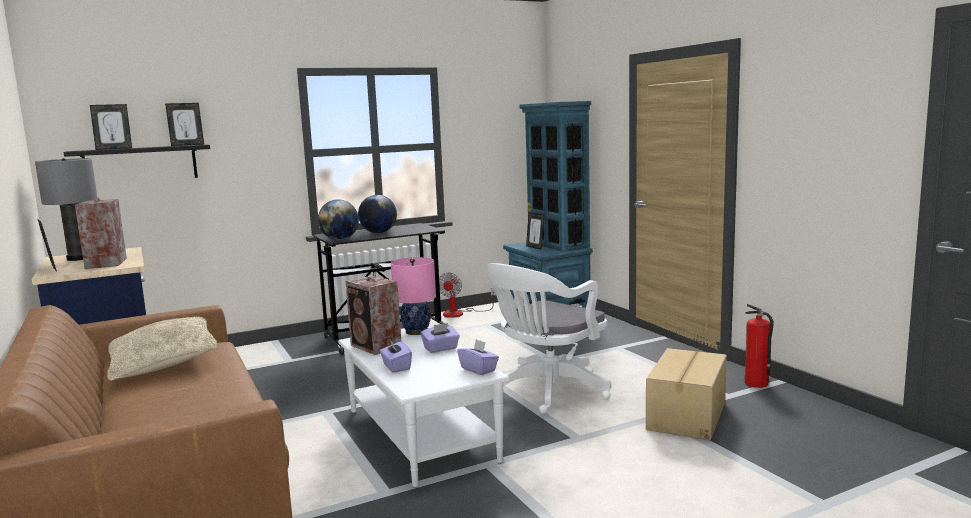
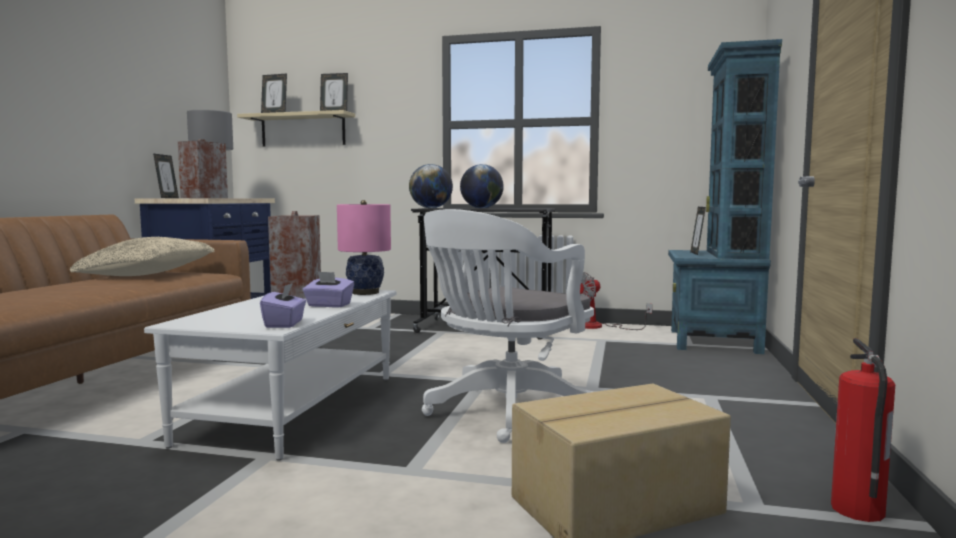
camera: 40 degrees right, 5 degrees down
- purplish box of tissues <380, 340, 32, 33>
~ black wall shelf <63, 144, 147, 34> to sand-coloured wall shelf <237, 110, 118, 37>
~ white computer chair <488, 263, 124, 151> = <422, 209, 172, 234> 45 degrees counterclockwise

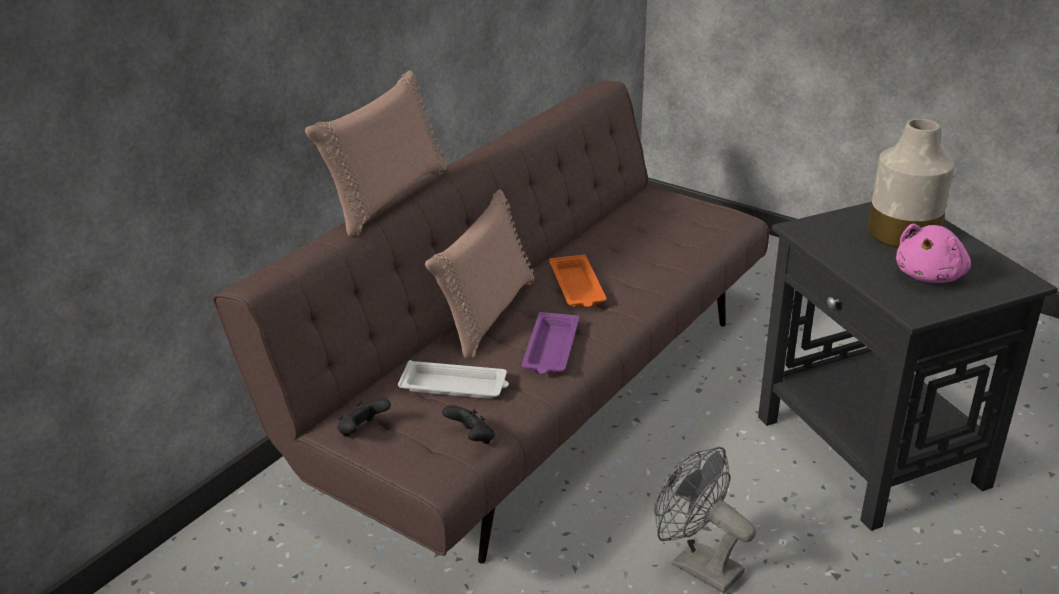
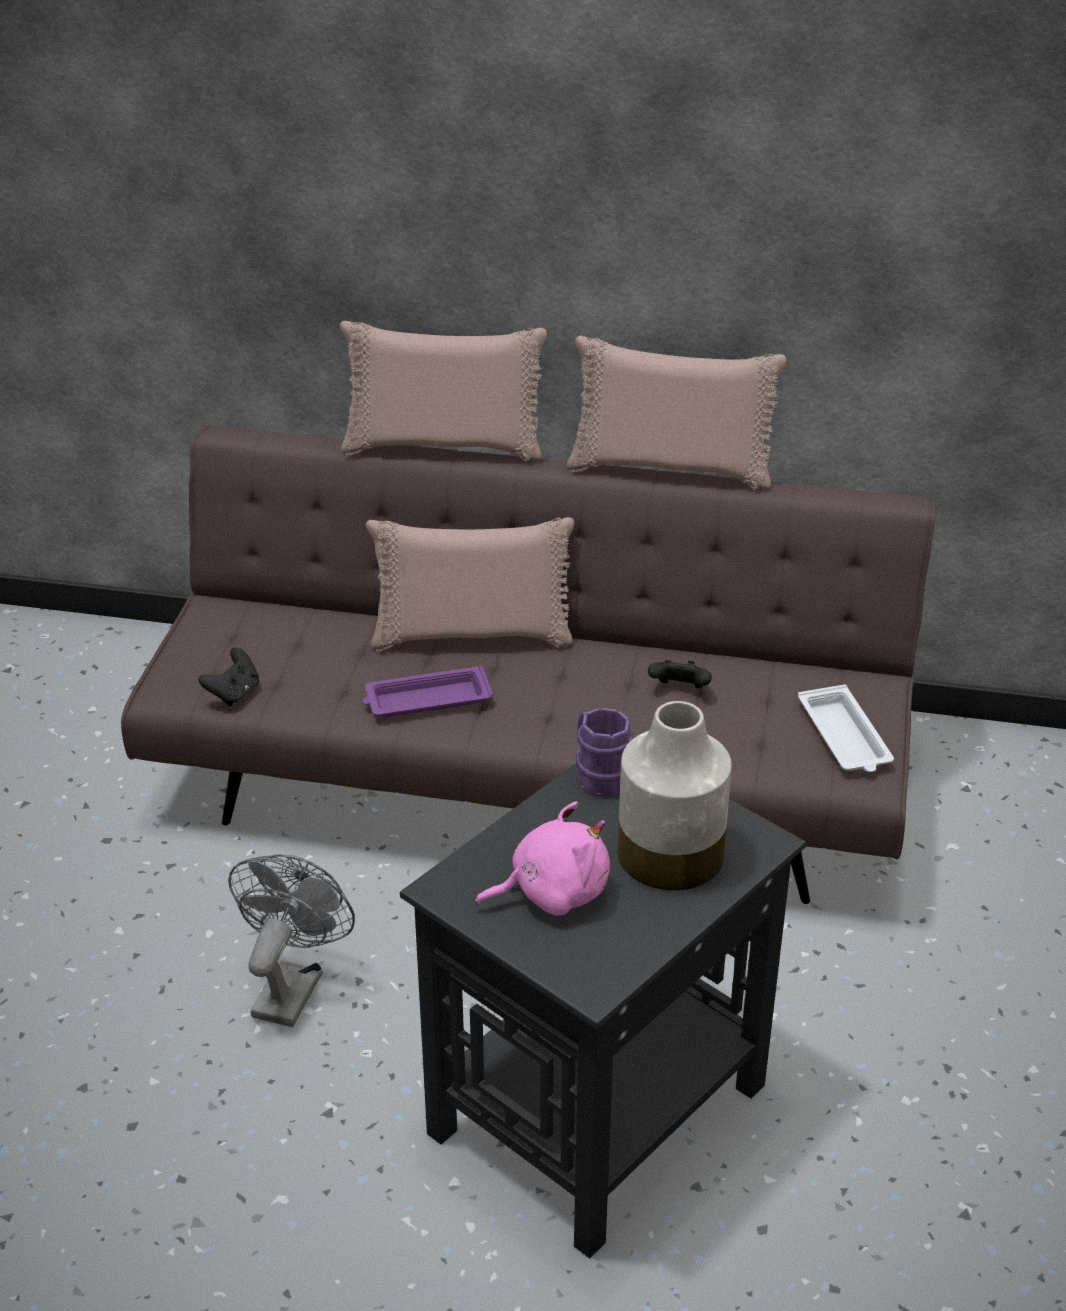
camera: 65 degrees right, 5 degrees up
- orange-coloured serving tray <549, 255, 58, 52>
+ sand-coloured cushion <566, 336, 221, 155>
+ purplish coffee mug <576, 708, 57, 89>
~ black gamepad <337, 398, 54, 39> to <648, 660, 64, 28>
~ white serving tray <398, 360, 111, 39> to <798, 685, 96, 87>
~ pinkish soft toy <896, 224, 75, 59> = <475, 802, 135, 114> 150 degrees clockwise

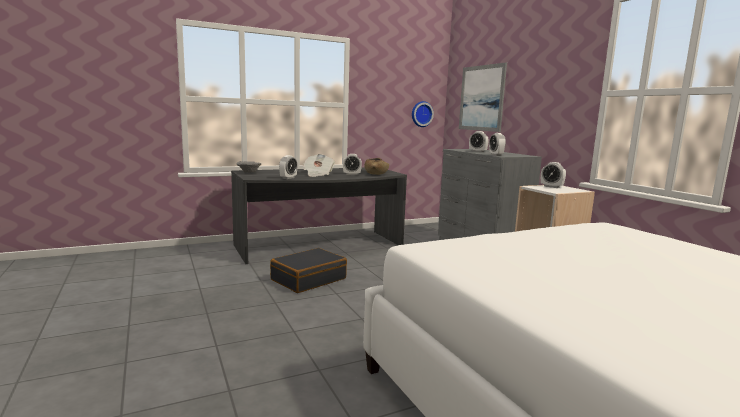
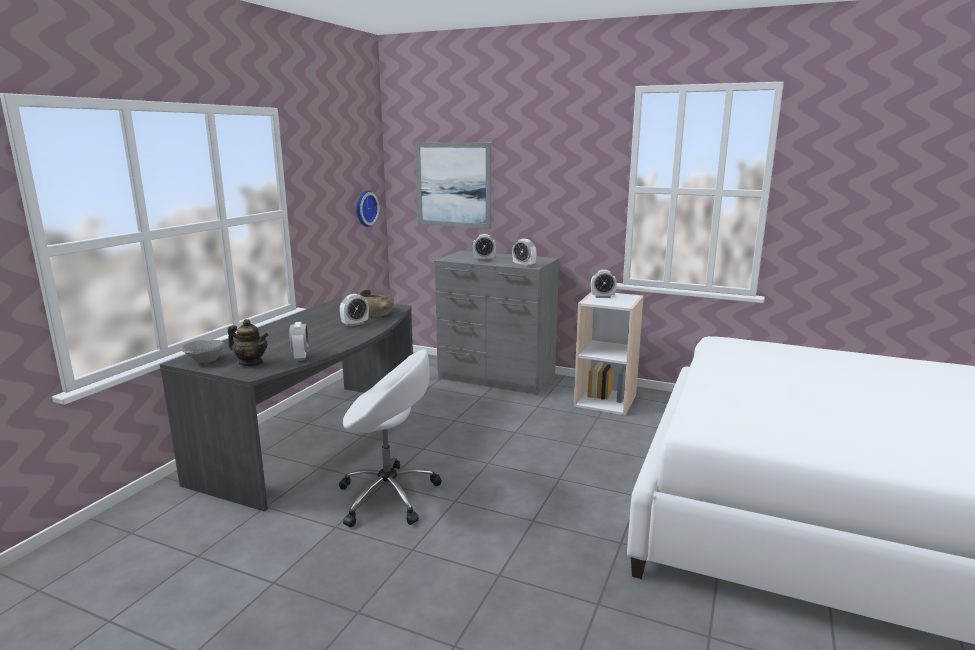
camera: 40 degrees left, 5 degrees up
- newspaper <303, 154, 32, 23>
+ teapot <228, 319, 41, 47>
~ black travel case <270, 248, 77, 45> to white computer chair <339, 349, 103, 178>

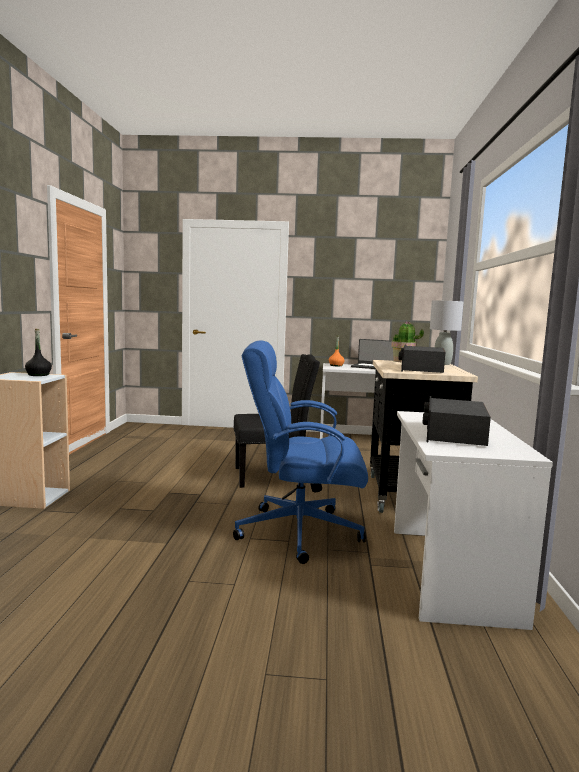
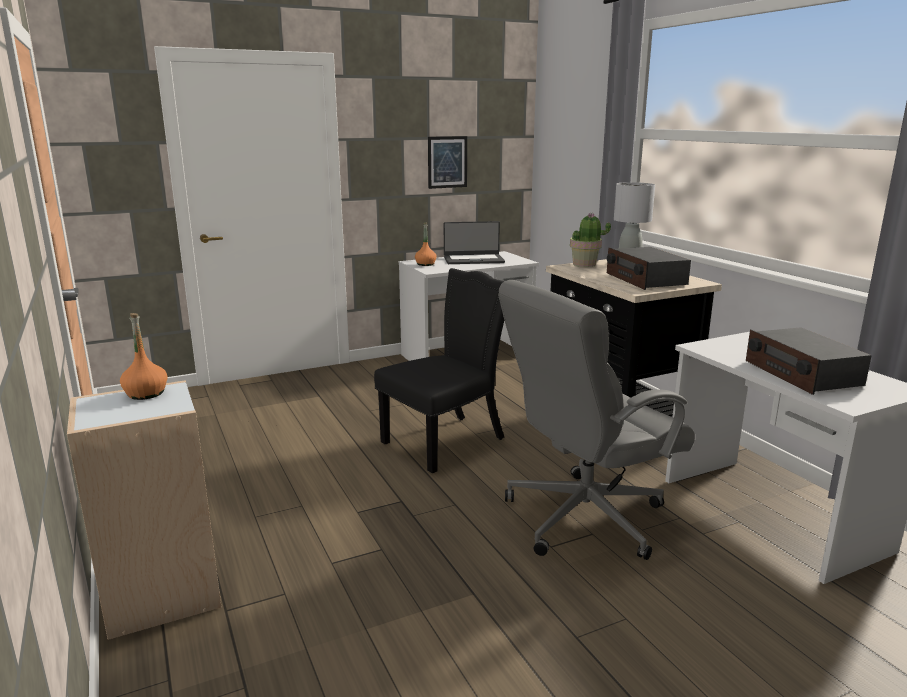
camera: 30 degrees left, 10 degrees up
+ wall art <428, 136, 39, 53>
~ black drink bottle <25, 329, 27, 47> to orange-coloured drink bottle <120, 313, 48, 87>
~ blue computer chair <233, 340, 135, 224> to greyish computer chair <498, 280, 197, 280>

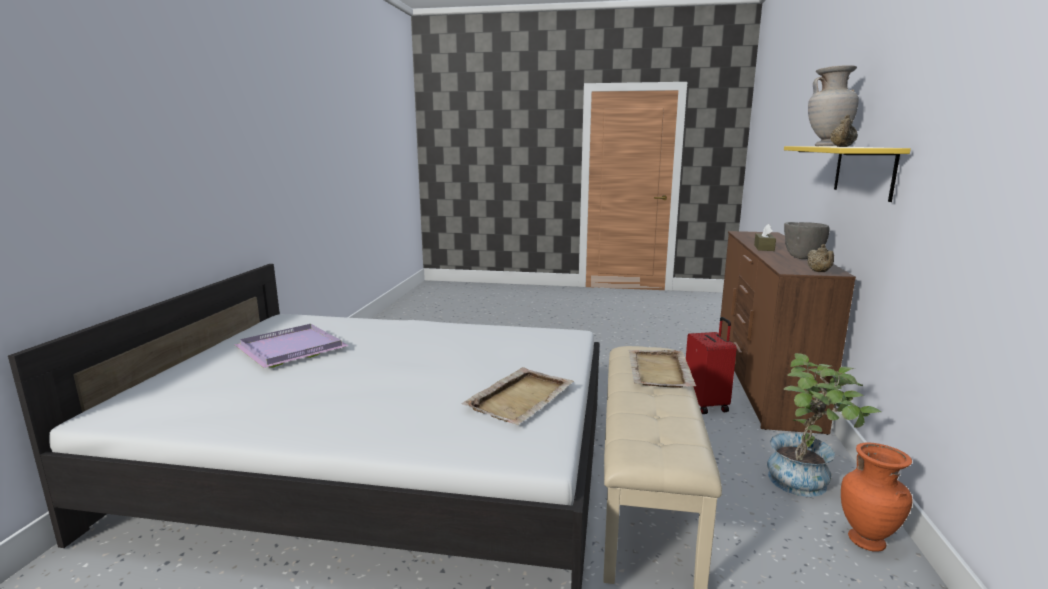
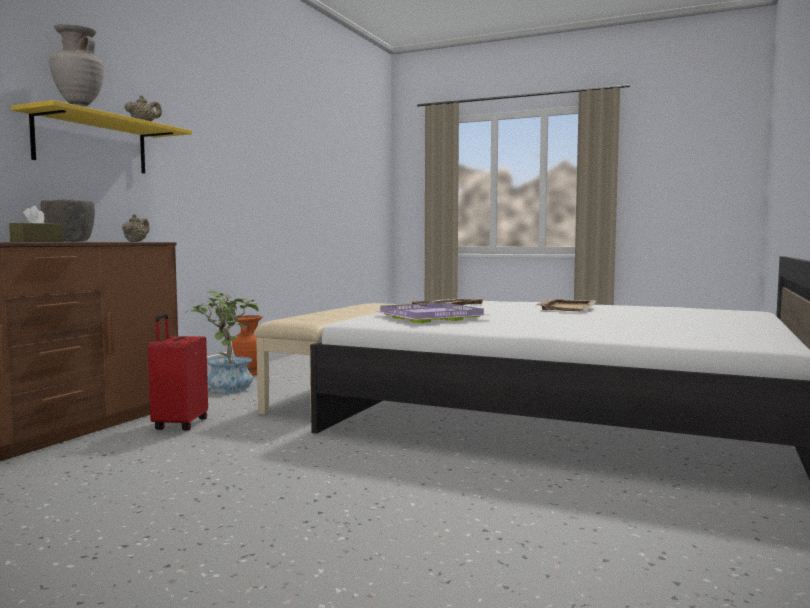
camera: 165 degrees left, 10 degrees down
~ purplish serving tray <234, 324, 115, 44> to <375, 302, 114, 21>
~ sand-coloured serving tray <628, 350, 68, 38> to <536, 299, 60, 12>

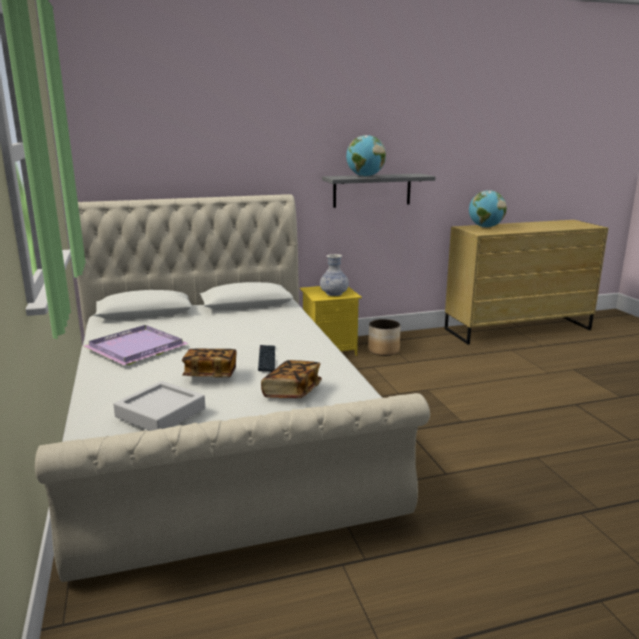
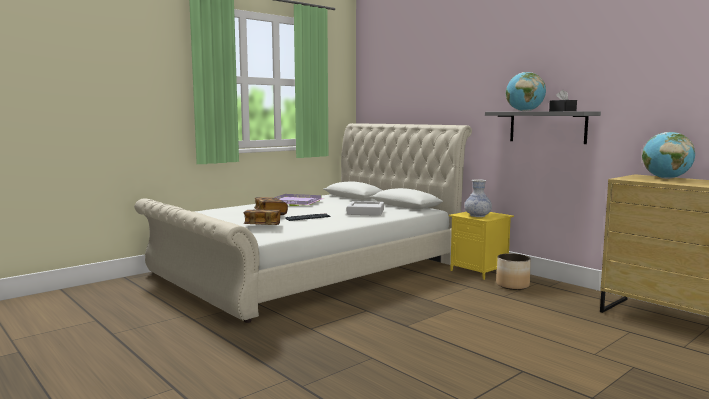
camera: 65 degrees right, 10 degrees down
+ black box of tissues <549, 90, 28, 21>
~ greyish serving tray <113, 381, 92, 50> to <347, 201, 37, 15>

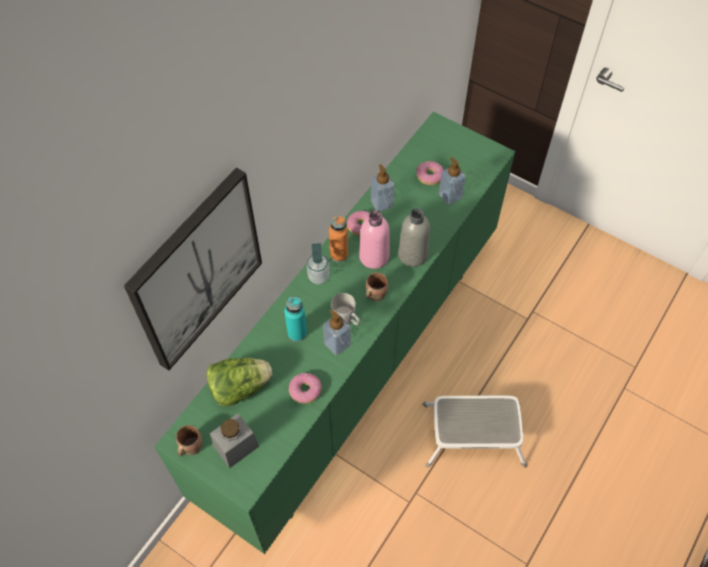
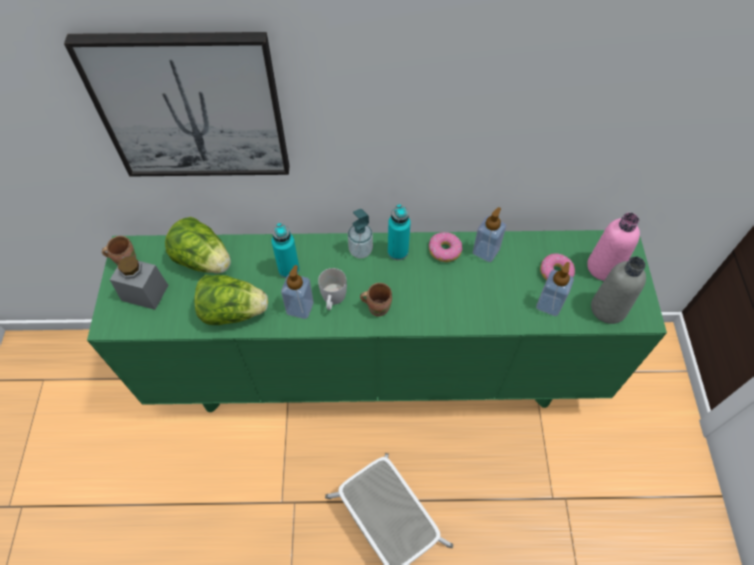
camera: 55 degrees right, 0 degrees up
~ pinkish drink bottle <359, 210, 30, 59> to <587, 213, 53, 68>
~ greyish drink bottle <398, 208, 32, 59> to <591, 256, 55, 68>
~ doughnut <288, 373, 34, 31> to head of lettuce <194, 275, 74, 50>
~ orange-coloured drink bottle <329, 216, 19, 46> to turquoise-coloured drink bottle <388, 204, 23, 56>

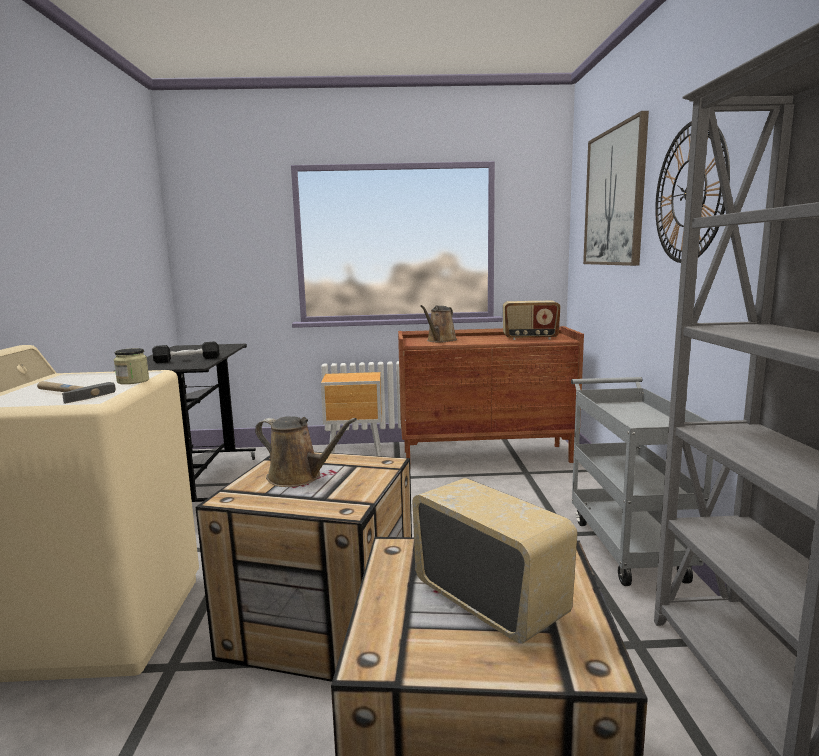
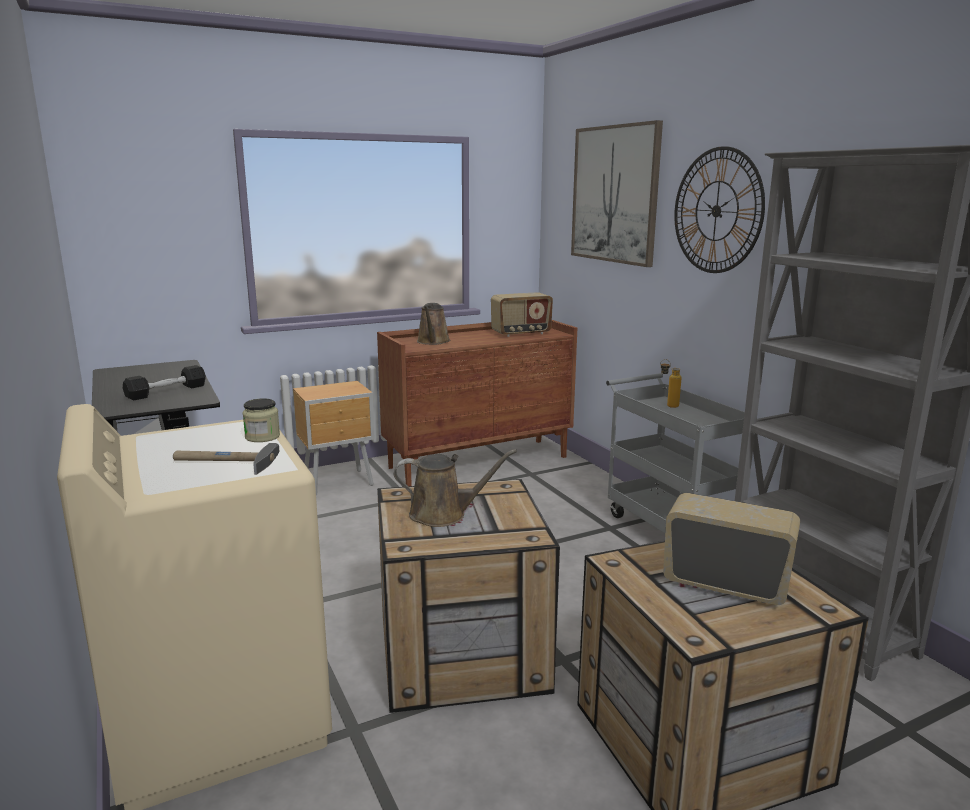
camera: 25 degrees left, 5 degrees up
+ drink bottle <660, 359, 22, 49>

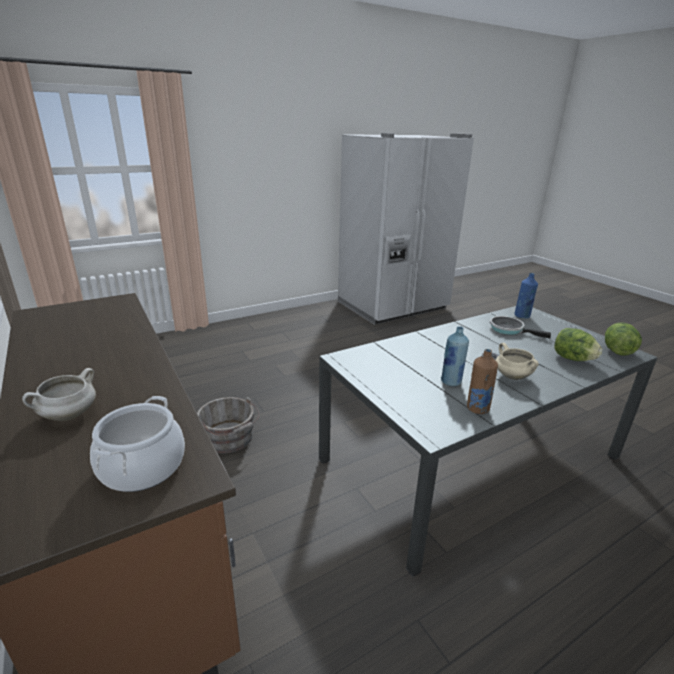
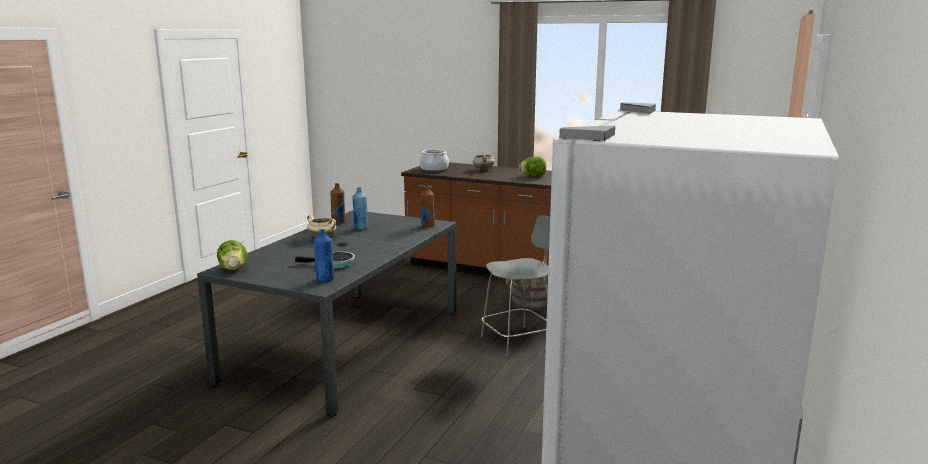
camera: 145 degrees right, 10 degrees down
+ brownish drink bottle <420, 185, 15, 42>
+ greyish plain chair <481, 215, 69, 142>
~ head of lettuce <554, 328, 49, 33> to <519, 157, 27, 19>

